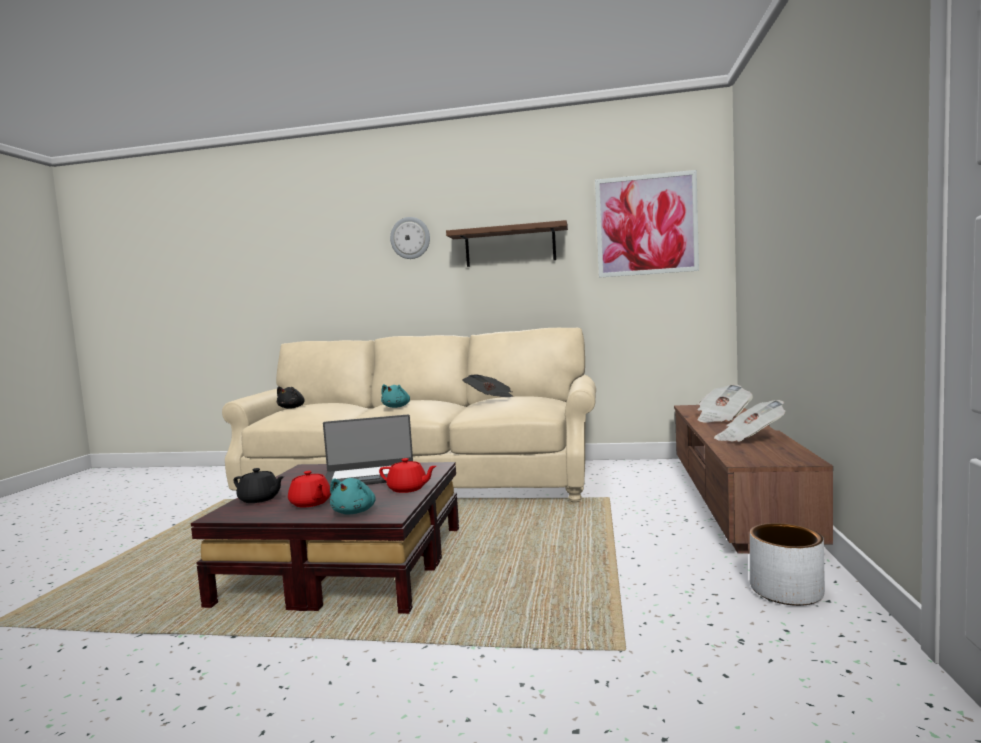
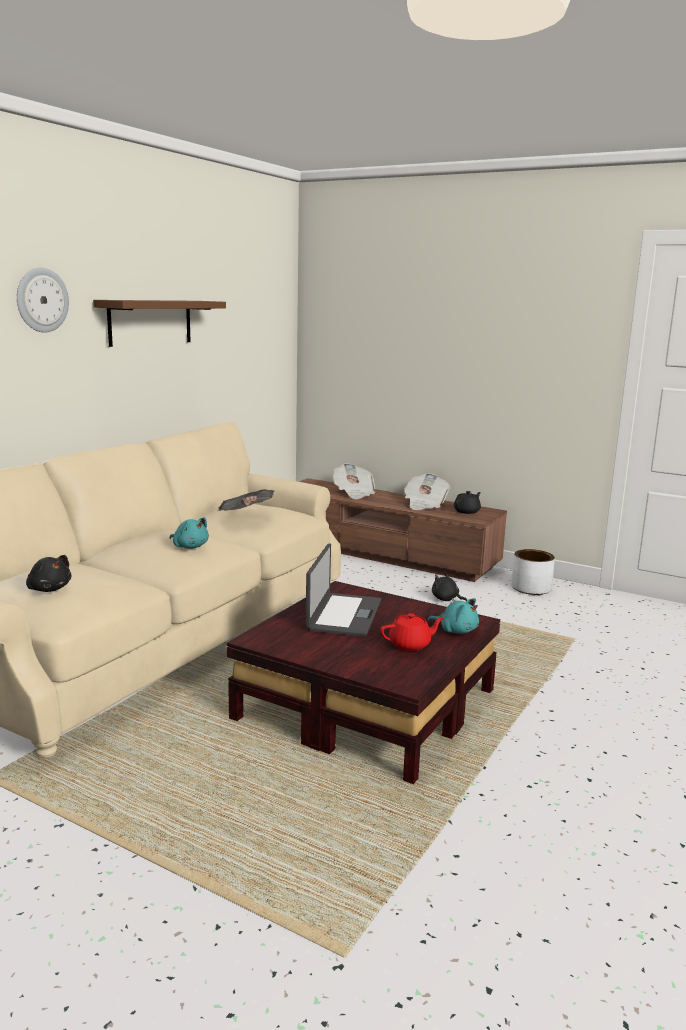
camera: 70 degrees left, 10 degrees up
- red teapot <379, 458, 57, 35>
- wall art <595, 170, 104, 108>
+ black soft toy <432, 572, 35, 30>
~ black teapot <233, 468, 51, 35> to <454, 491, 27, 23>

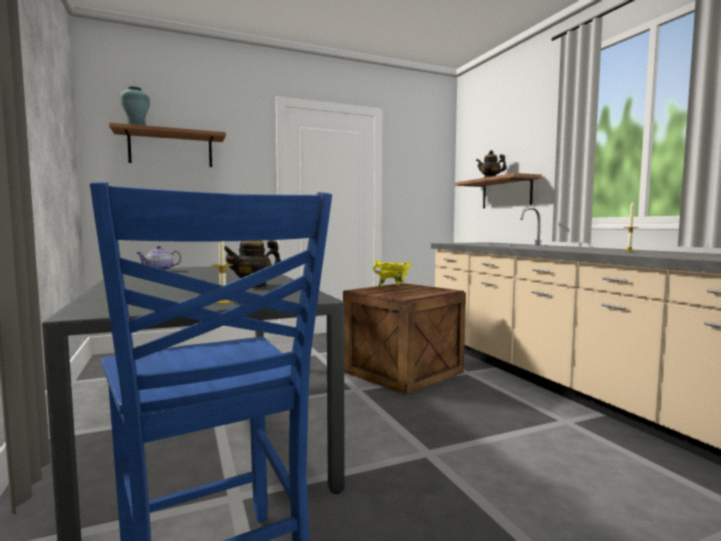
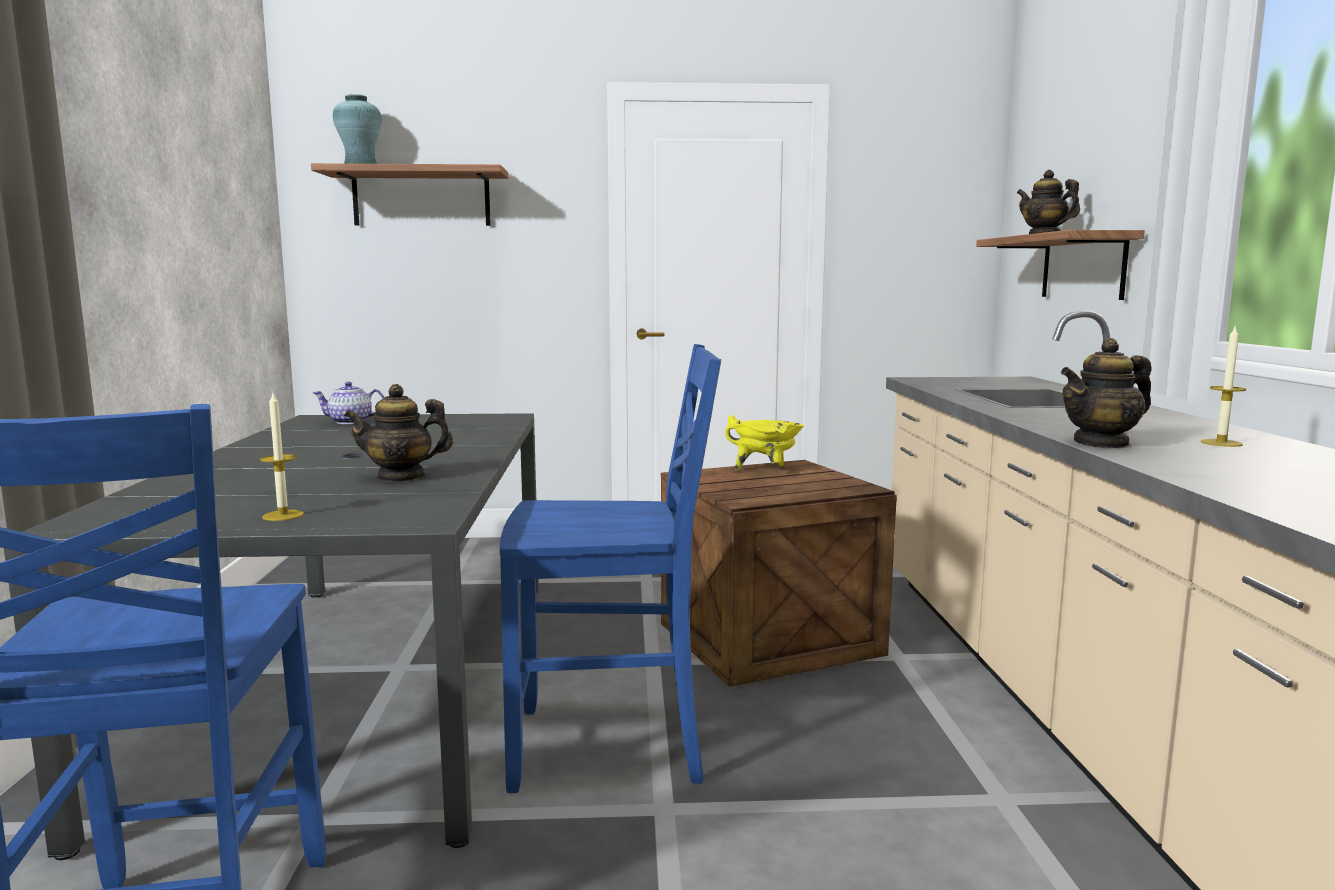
camera: 20 degrees right, 5 degrees up
+ blue plain chair <500, 344, 221, 449>
+ teapot <1061, 338, 91, 110>

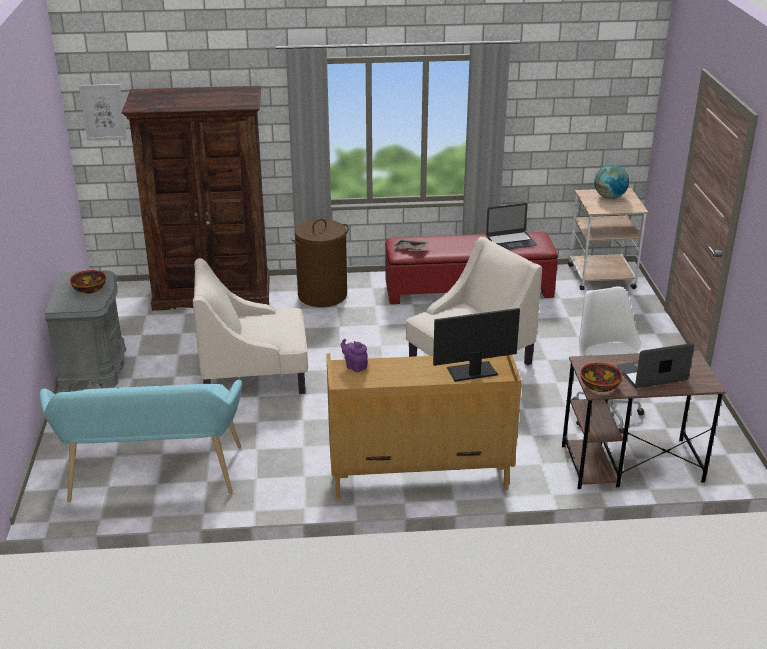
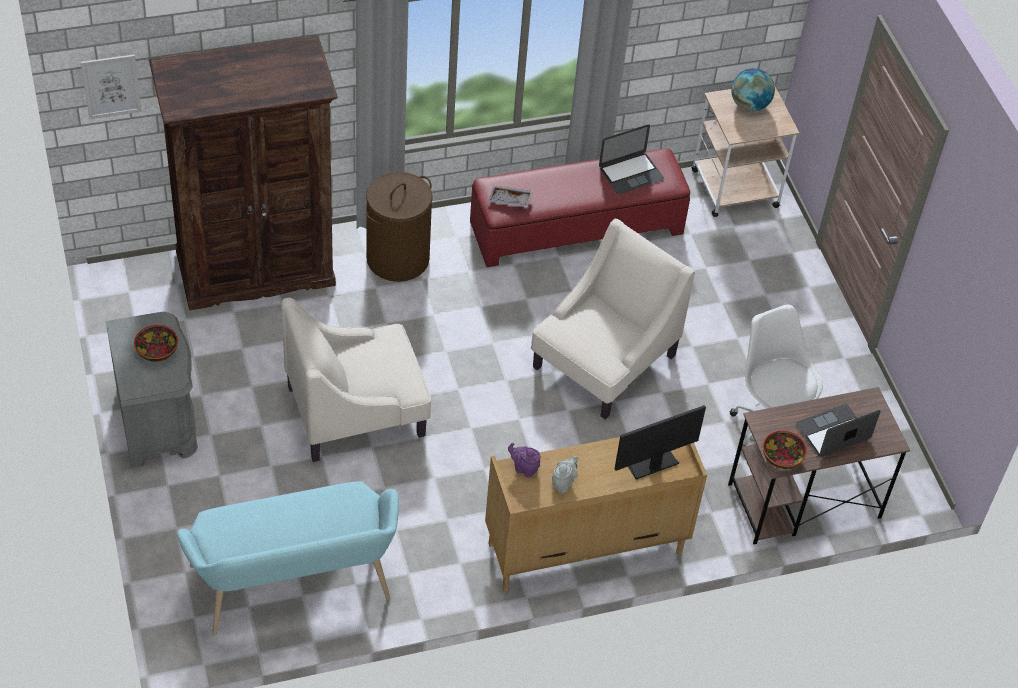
camera: 15 degrees left, 20 degrees up
+ greyish teapot <552, 456, 27, 37>

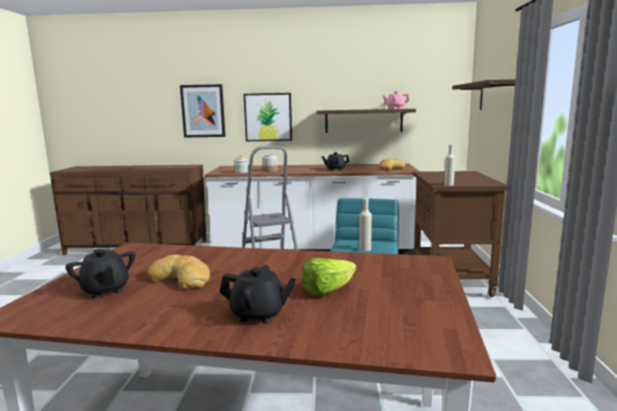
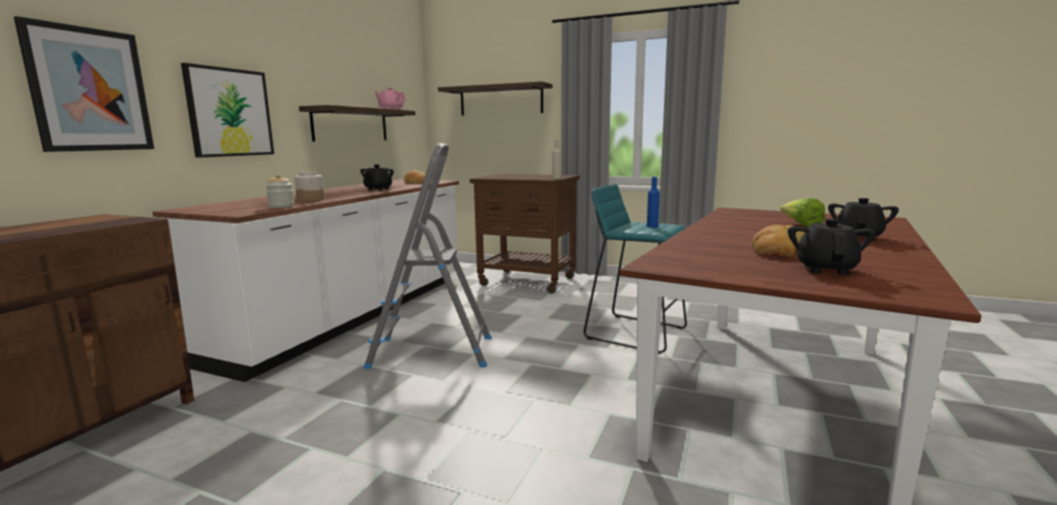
camera: 70 degrees left, 0 degrees up
~ sand-coloured drink bottle <359, 198, 13, 53> to blue drink bottle <647, 177, 13, 51>
~ black teapot <65, 249, 70, 50> = <788, 218, 87, 57> 60 degrees counterclockwise

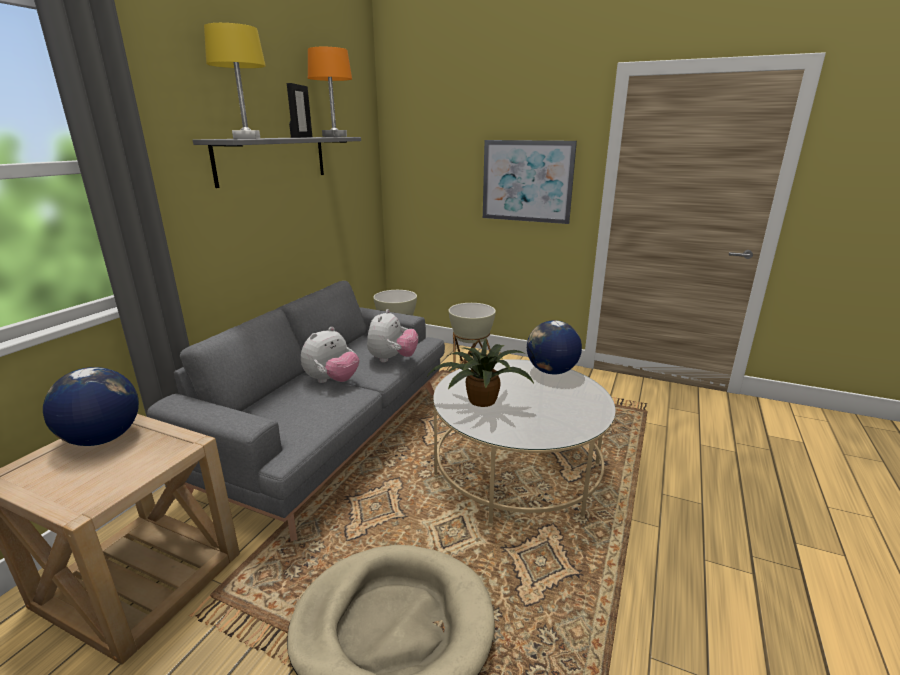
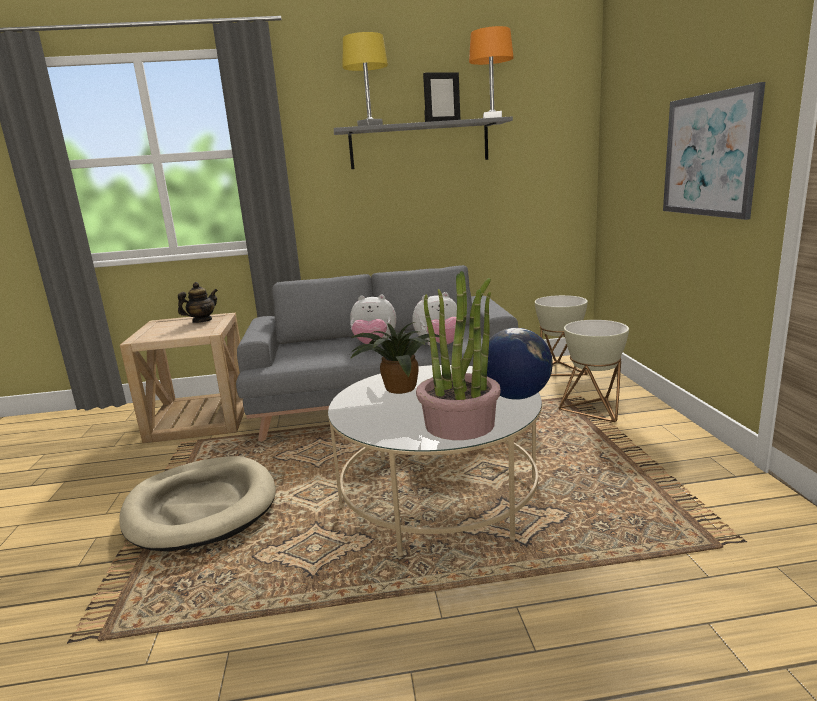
camera: 60 degrees right, 5 degrees down
+ houseplant <416, 271, 85, 169>
~ desk globe <43, 367, 96, 79> to teapot <178, 282, 40, 41>

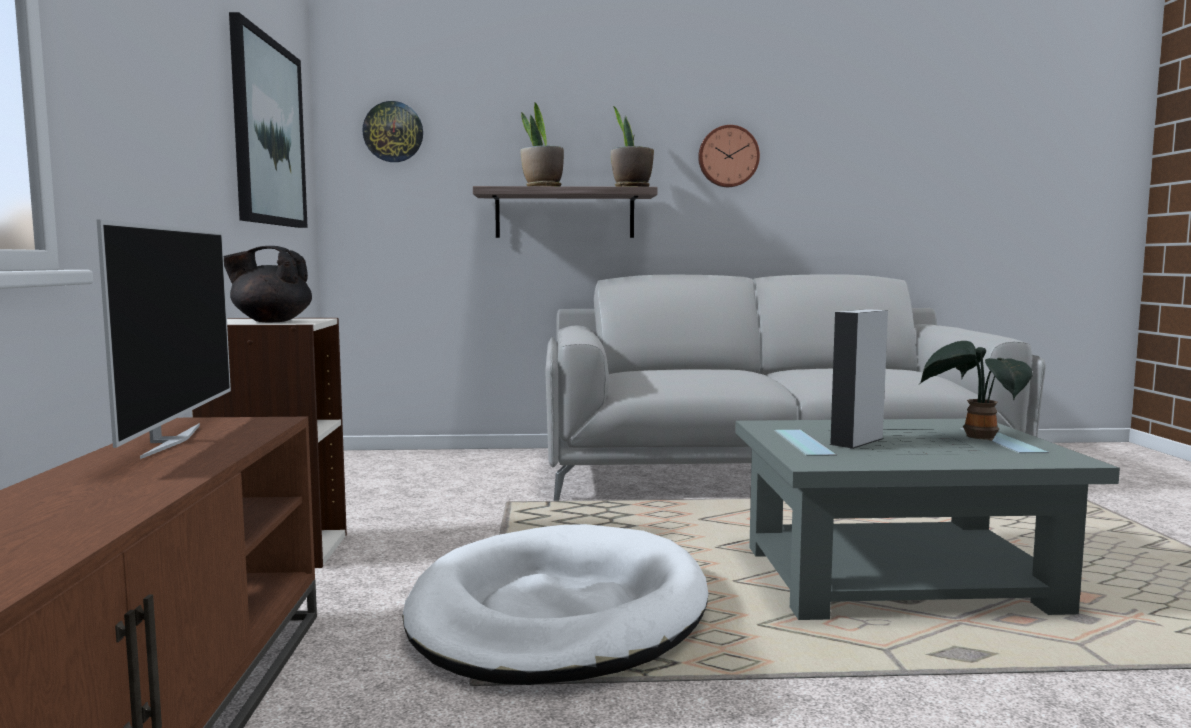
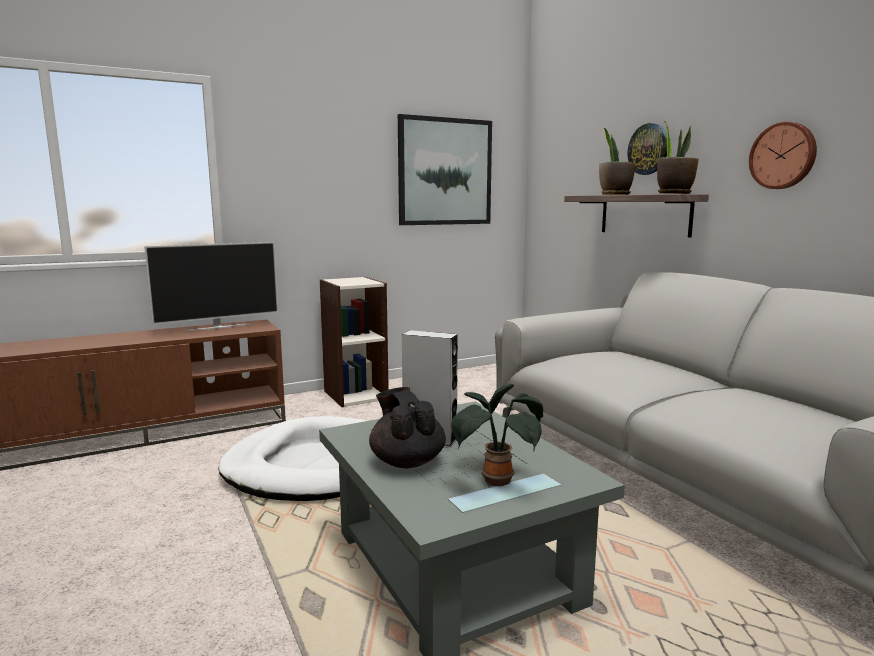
camera: 65 degrees right, 5 degrees up
~ black teapot <224, 246, 88, 76> to <369, 387, 77, 81>
~ clock on the wall <362, 101, 61, 61> to <627, 123, 40, 52>

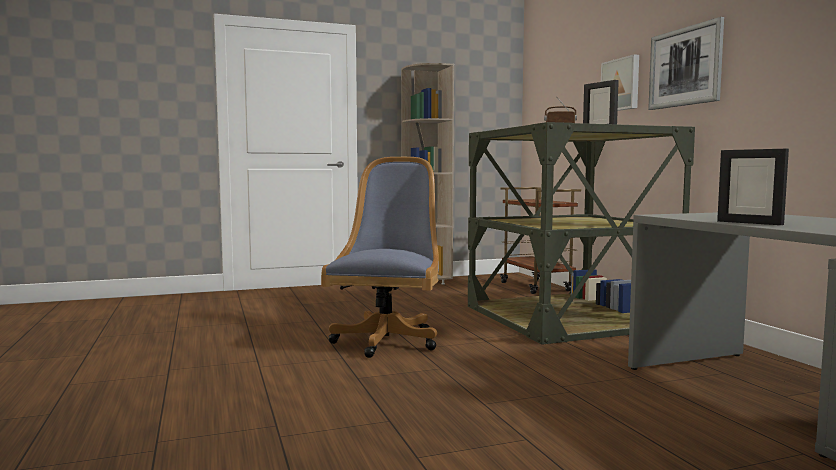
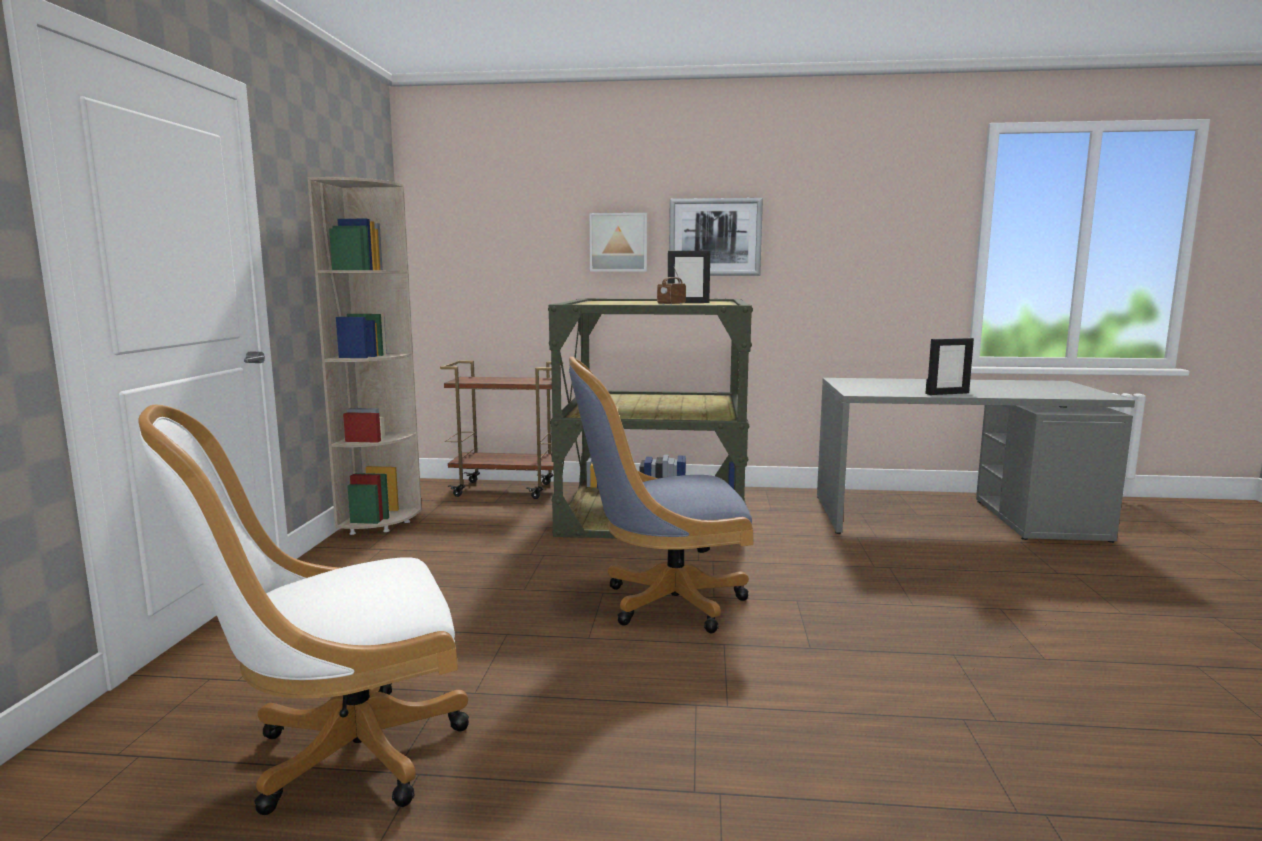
camera: 65 degrees left, 5 degrees up
+ white computer chair <138, 405, 331, 410>
~ blue computer chair <321, 157, 118, 201> = <569, 357, 184, 277> 45 degrees counterclockwise

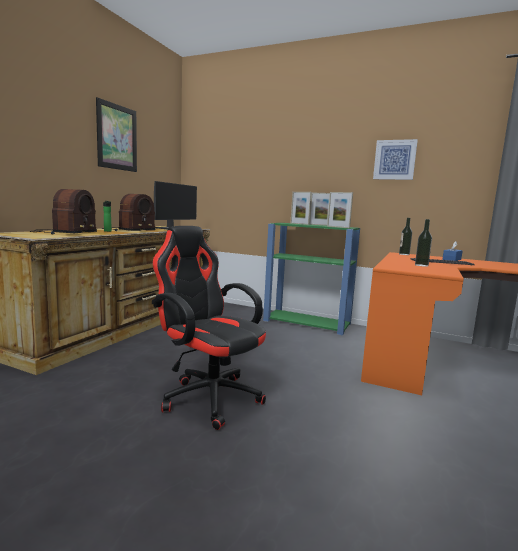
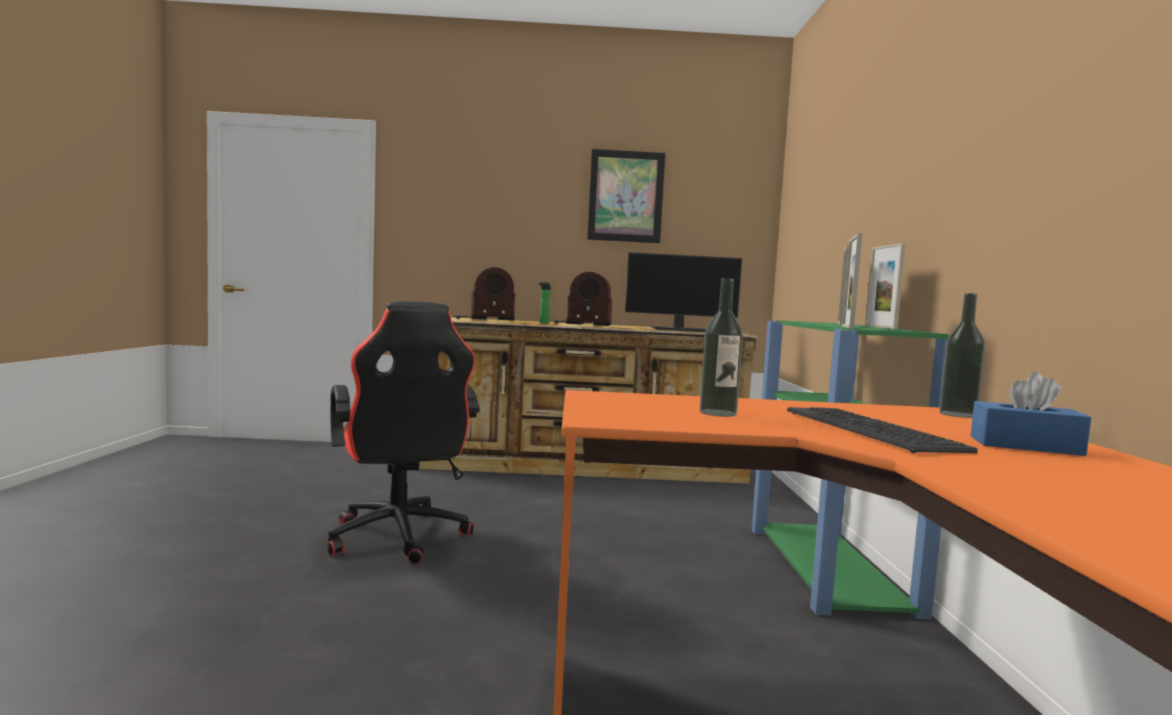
camera: 65 degrees right, 5 degrees down
- wall art <373, 139, 45, 41>
~ black computer chair <152, 226, 114, 204> = <327, 301, 152, 263> 135 degrees clockwise

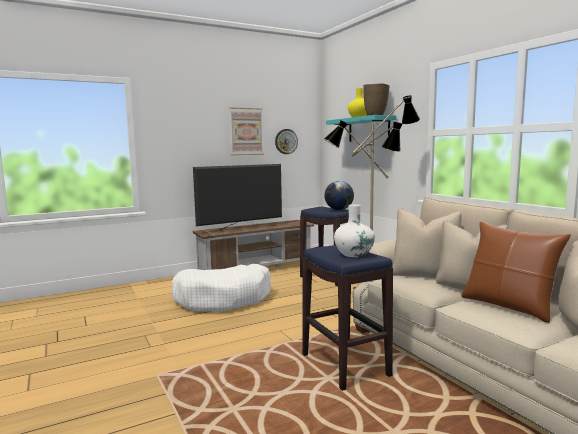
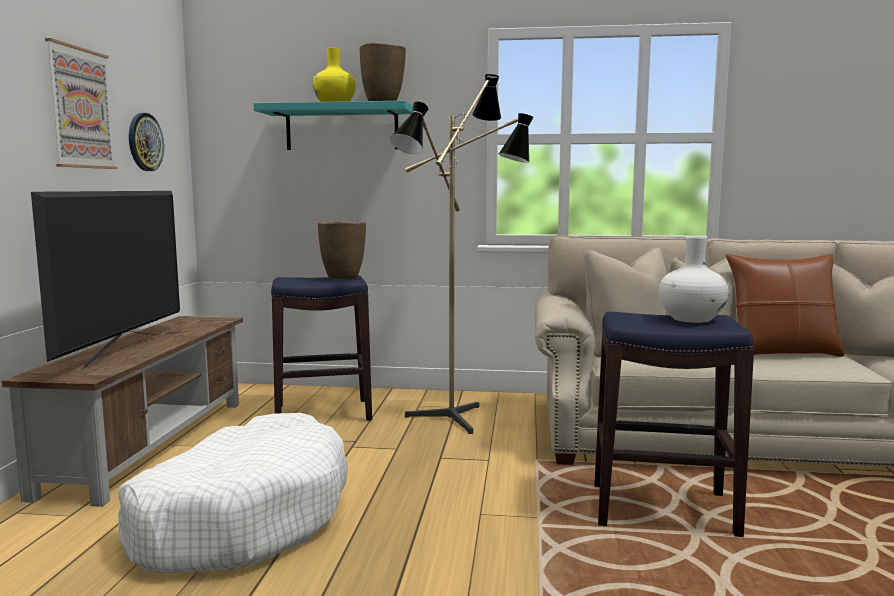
camera: 55 degrees left, 0 degrees up
~ desk globe <324, 181, 30, 29> to brownish flower vase <318, 222, 48, 57>

